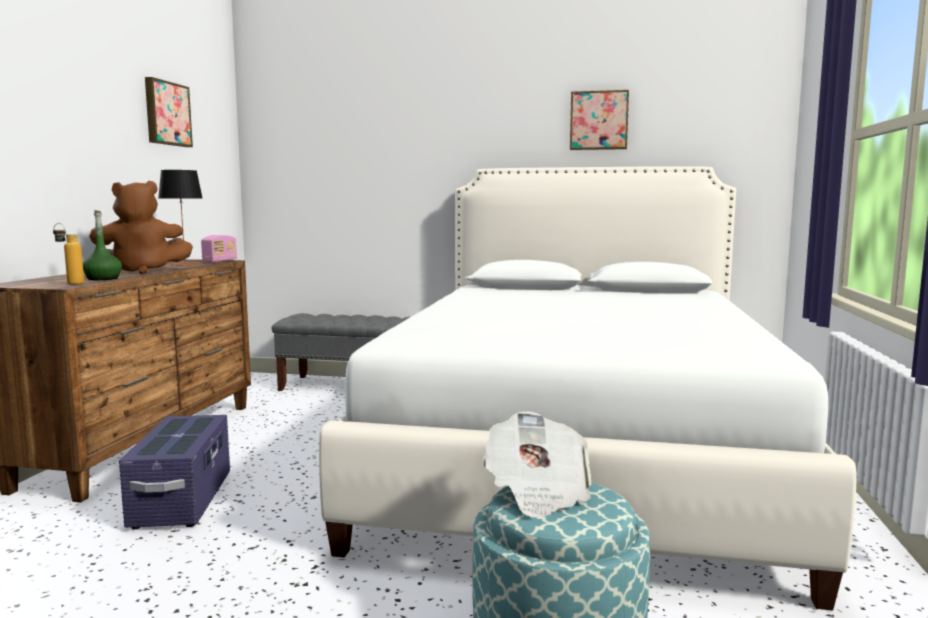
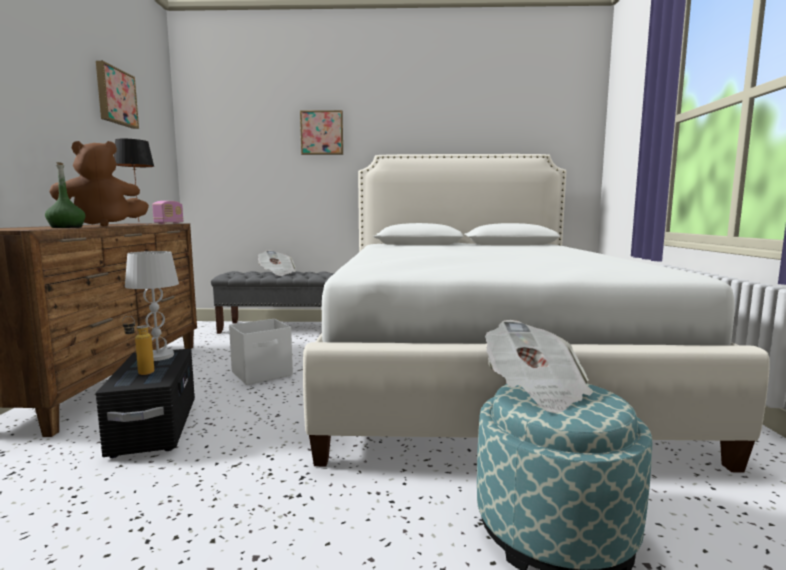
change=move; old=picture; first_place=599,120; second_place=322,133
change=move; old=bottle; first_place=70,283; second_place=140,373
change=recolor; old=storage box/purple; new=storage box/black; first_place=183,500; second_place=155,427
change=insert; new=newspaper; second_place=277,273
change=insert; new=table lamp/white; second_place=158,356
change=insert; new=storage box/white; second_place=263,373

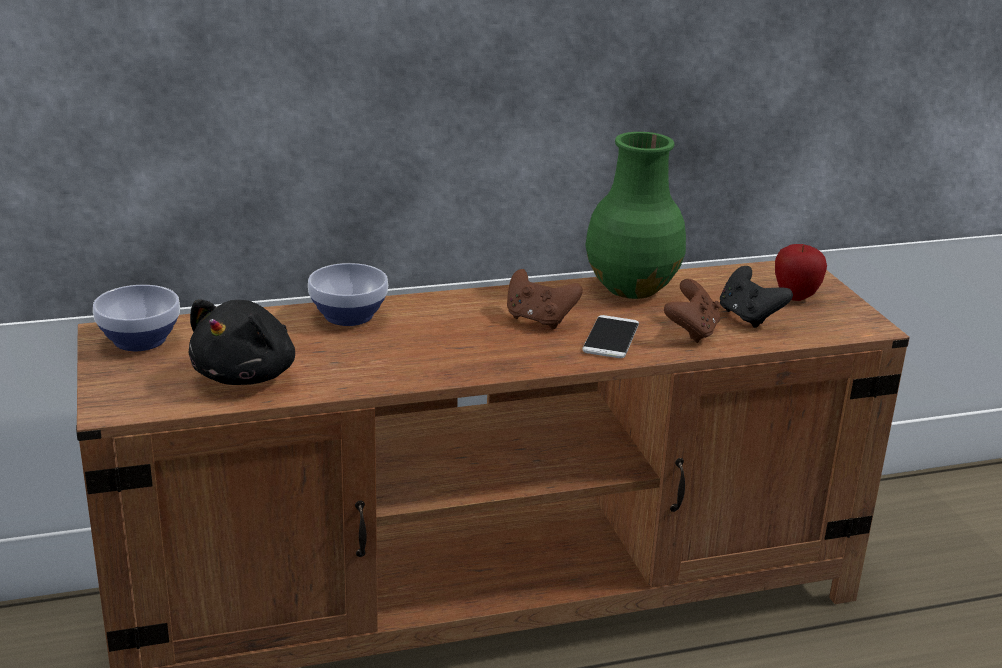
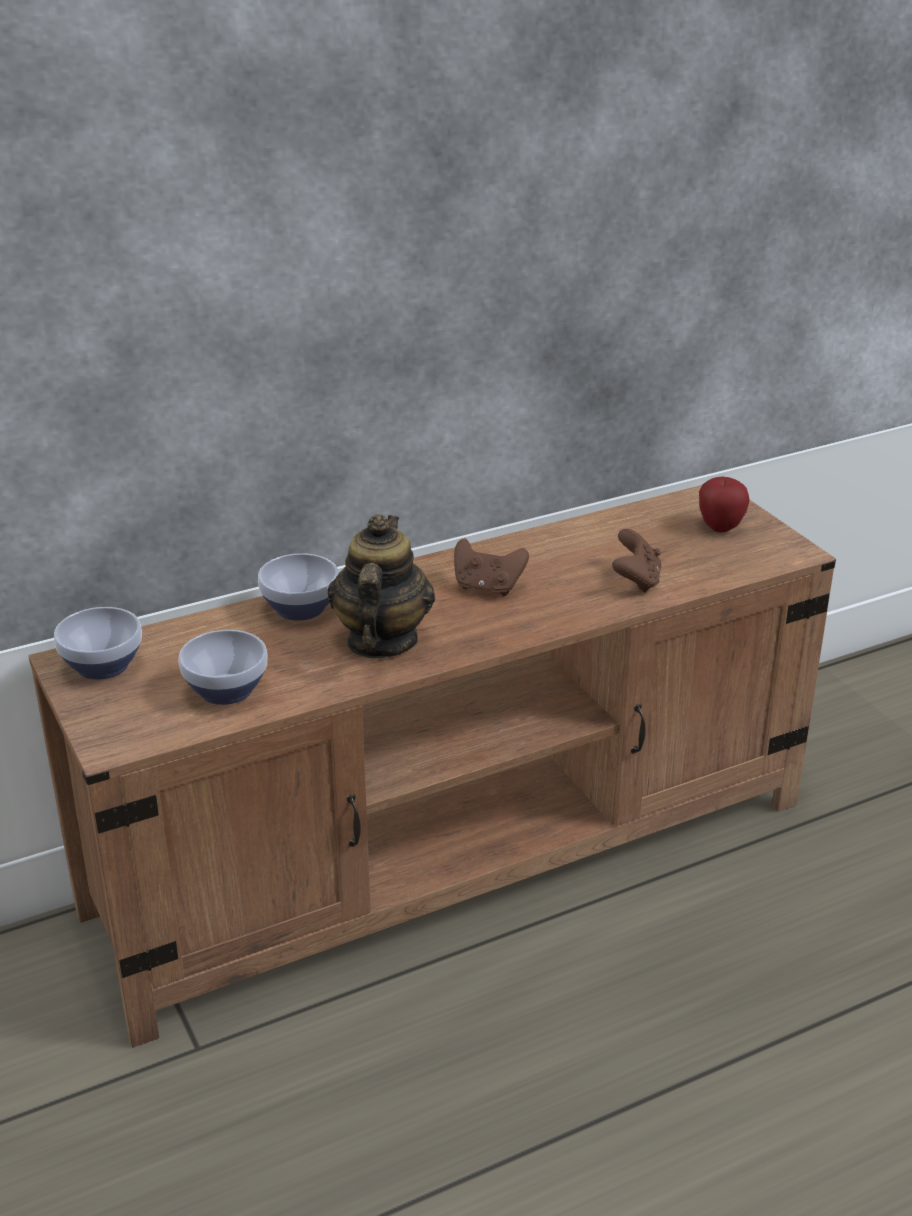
change=delete; old=vase/green; first_place=631,288
change=delete; old=game controller/black; first_place=749,317
change=replace; old=plush toy/black; new=bowl; first_place=247,375; second_place=228,689
change=delete; old=phone; first_place=611,338
change=insert; new=teapot; second_place=381,641

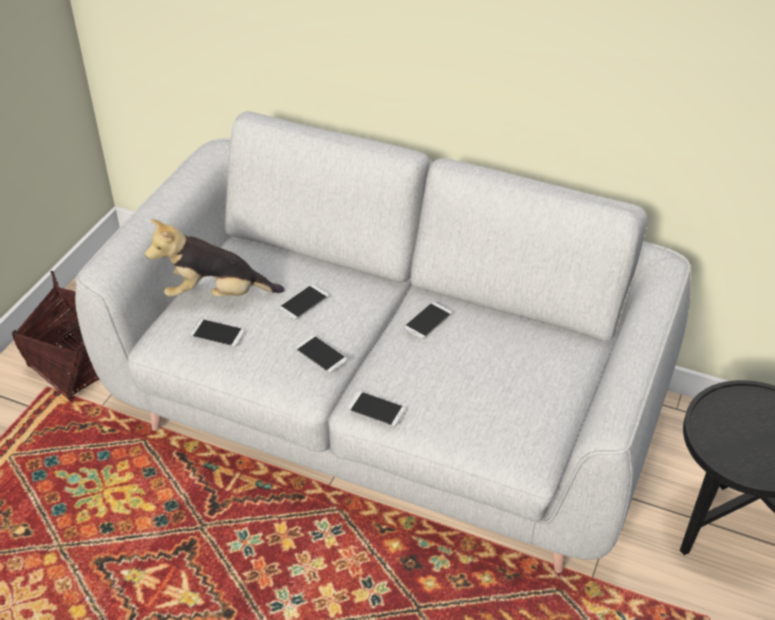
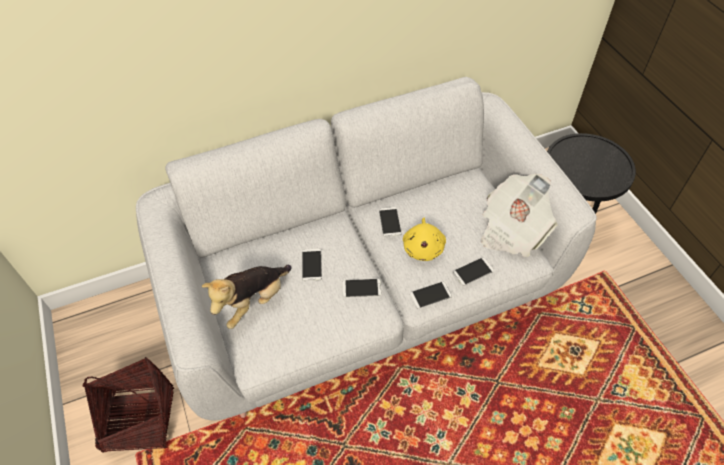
change=move; old=phone; first_place=217,333; second_place=473,272
change=insert; new=newspaper; second_place=514,228
change=insert; new=plush toy/yellow; second_place=423,247

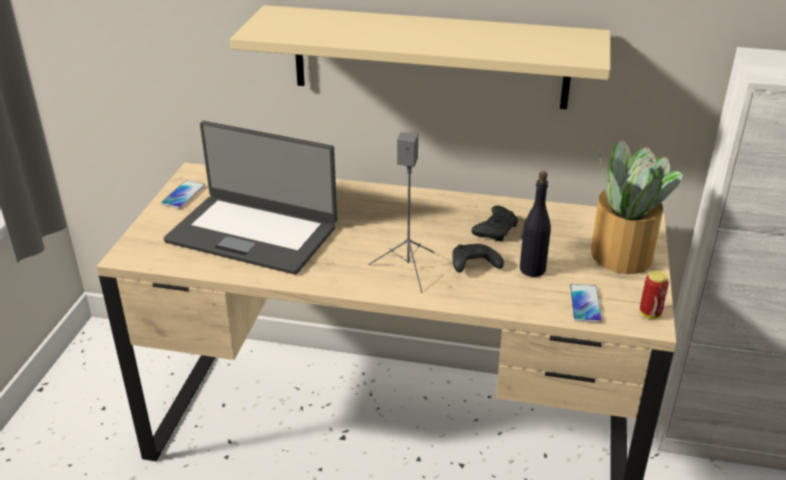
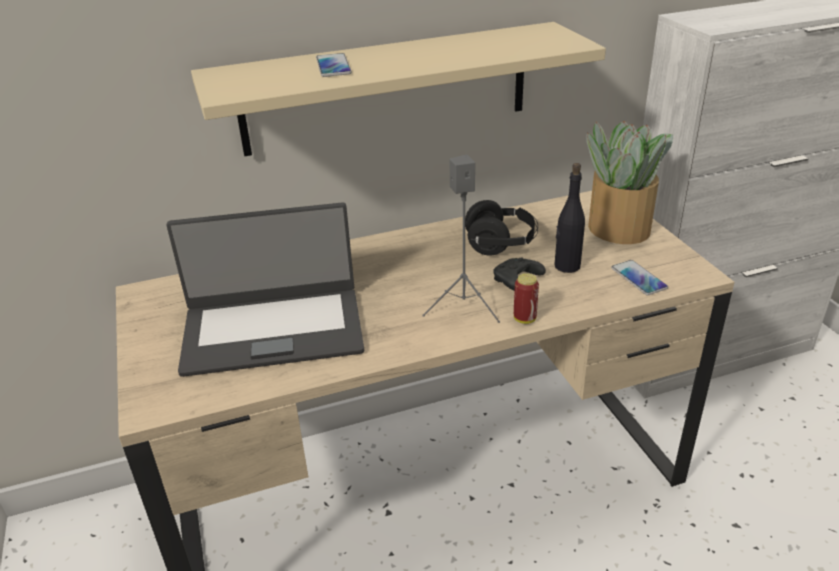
change=move; old=phone; first_place=183,195; second_place=333,66
change=replace; old=game controller/black; new=headphones/black; first_place=496,230; second_place=501,244
change=move; old=can; first_place=650,314; second_place=524,319

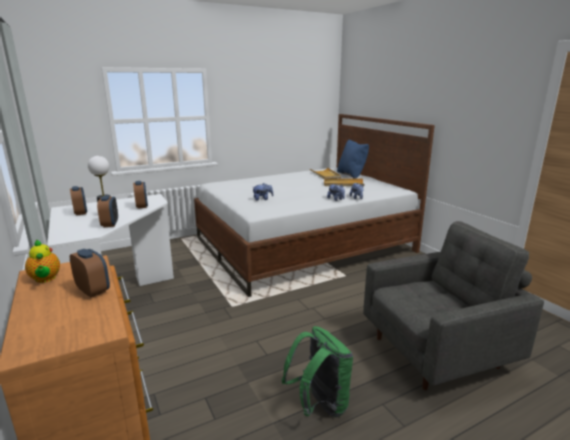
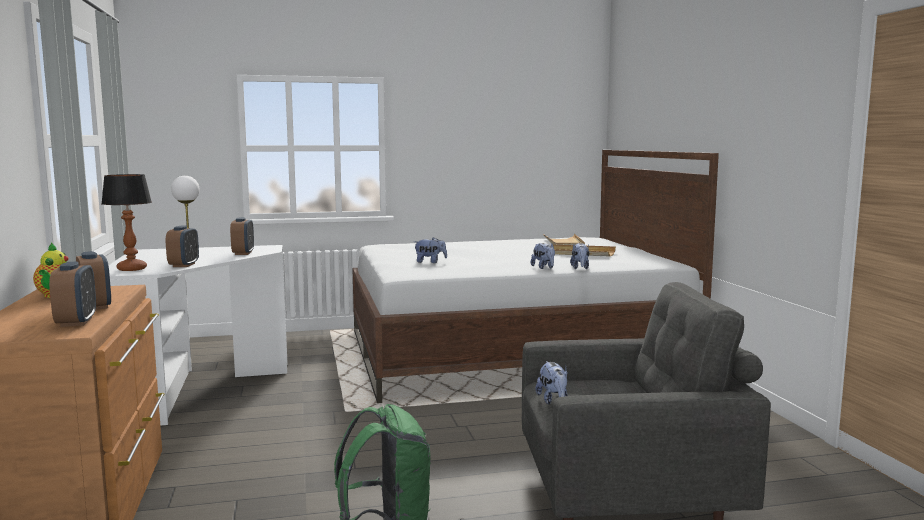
change=delete; old=pillow/blue; first_place=351,175
change=move; old=alarm clock; first_place=80,212; second_place=76,322
change=insert; new=table lamp; second_place=132,269
change=insert; new=plush toy; second_place=553,400

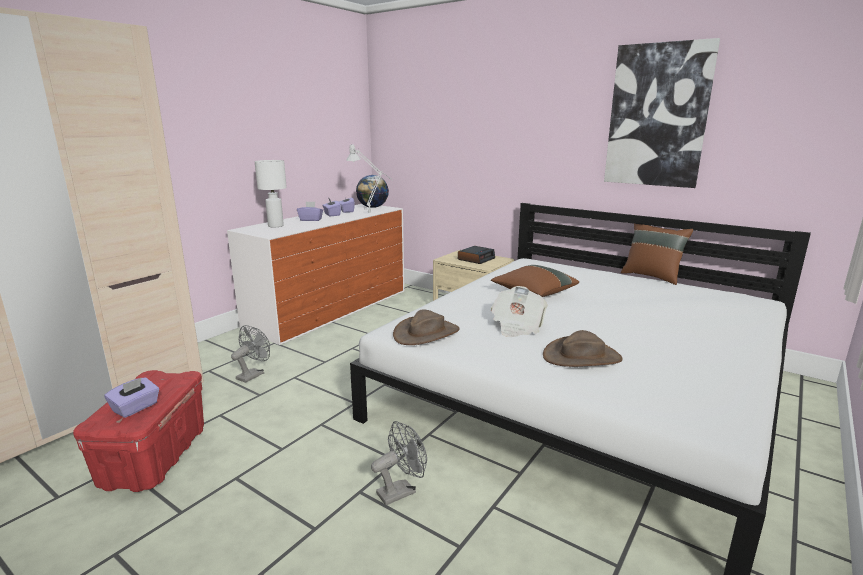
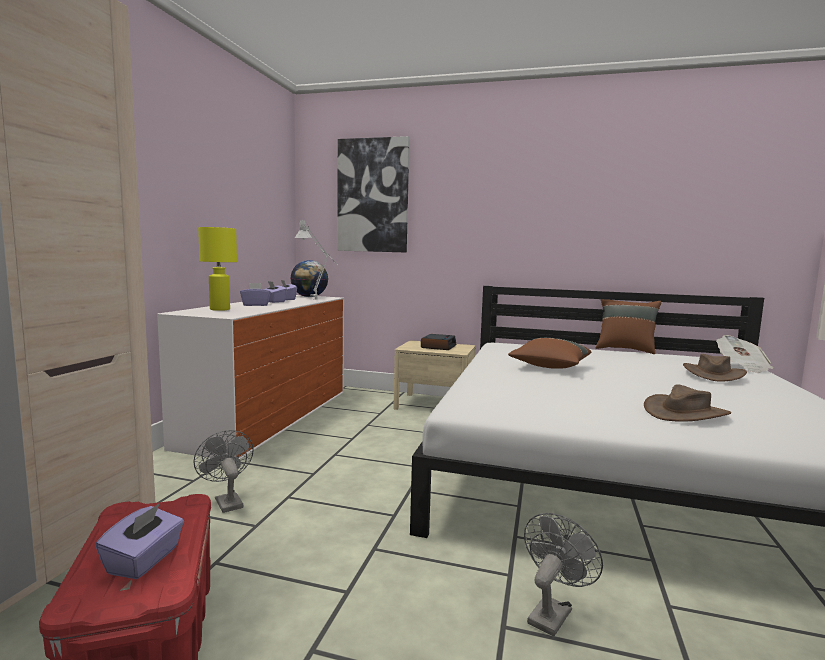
change=move; old=picture; first_place=657,116; second_place=373,196
change=recolor; old=table lamp/white; new=table lamp/yellow; first_place=276,226; second_place=220,309
change=move; old=newspaper; first_place=517,326; second_place=742,367
change=move; old=hat/brown; first_place=426,333; second_place=713,374
change=rotate; old=fan/grey; first_place=253,374; second_place=226,501; degrees=-45

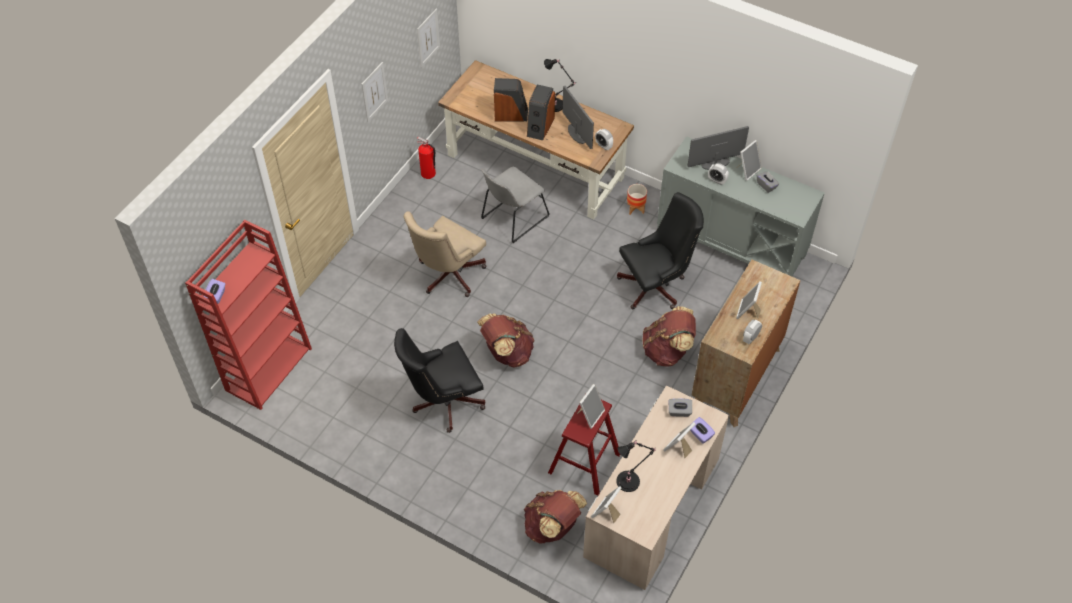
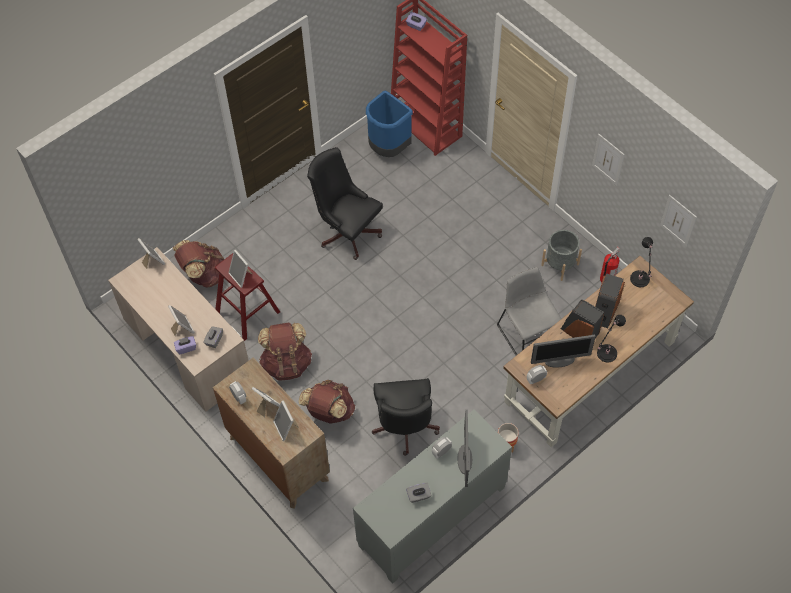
change=move; old=picture frame; first_place=747,170; second_place=286,428
change=delete; old=office chair/beige; first_place=447,276
change=move; old=backpack/brown; first_place=507,353; second_place=286,363
change=rotate; old=office chair/black; first_place=443,402; second_place=347,231; degrees=-45
change=move; old=table lamp/black; first_place=630,481; second_place=640,280
change=insert; new=trash can/blue; second_place=388,148
change=insert; new=planter/grey; second_place=560,264

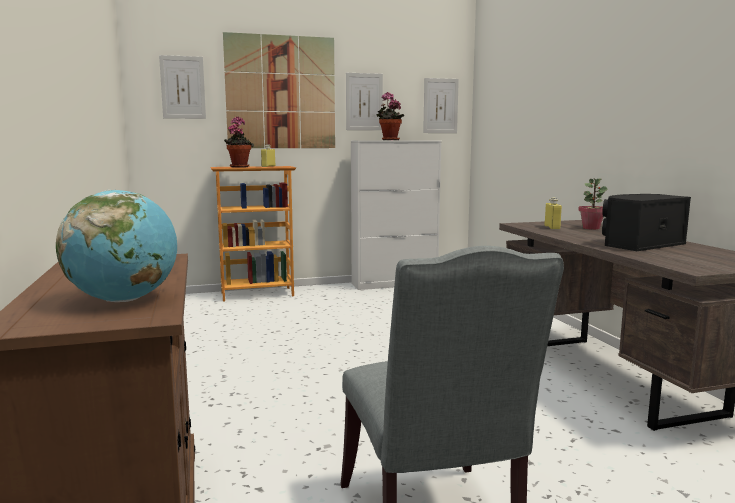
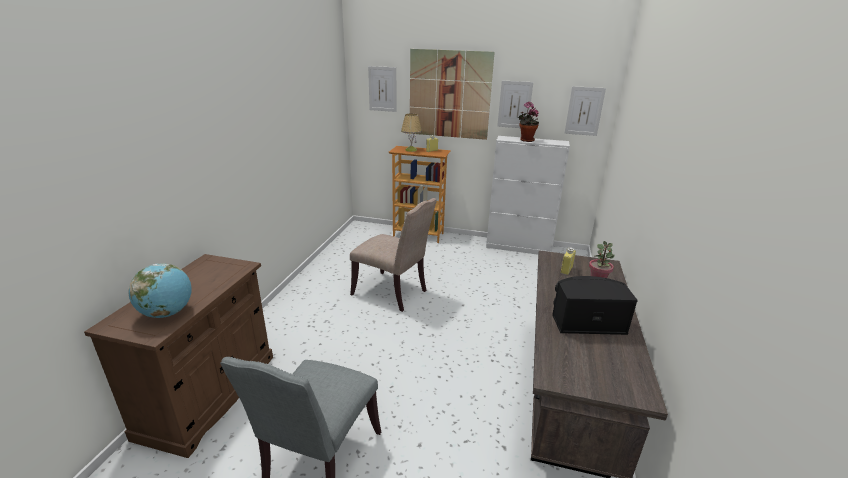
change=replace; old=potted plant; new=table lamp; first_place=239,167; second_place=411,150
change=insert; new=chair/beige; second_place=393,293

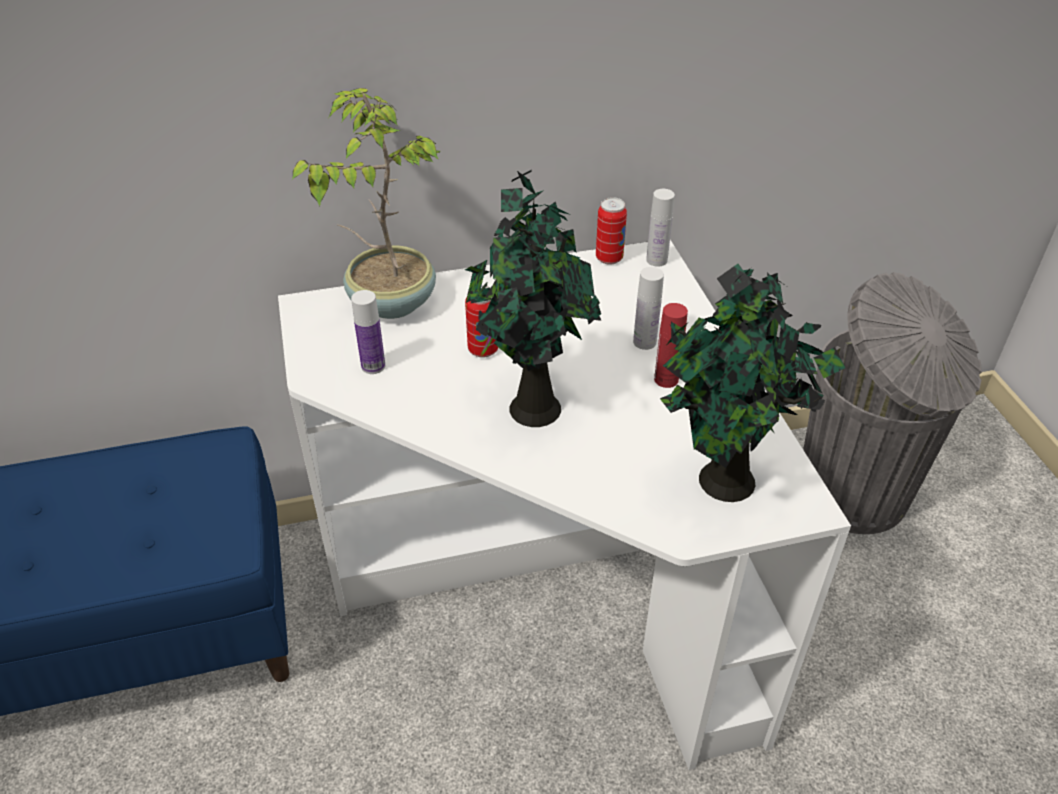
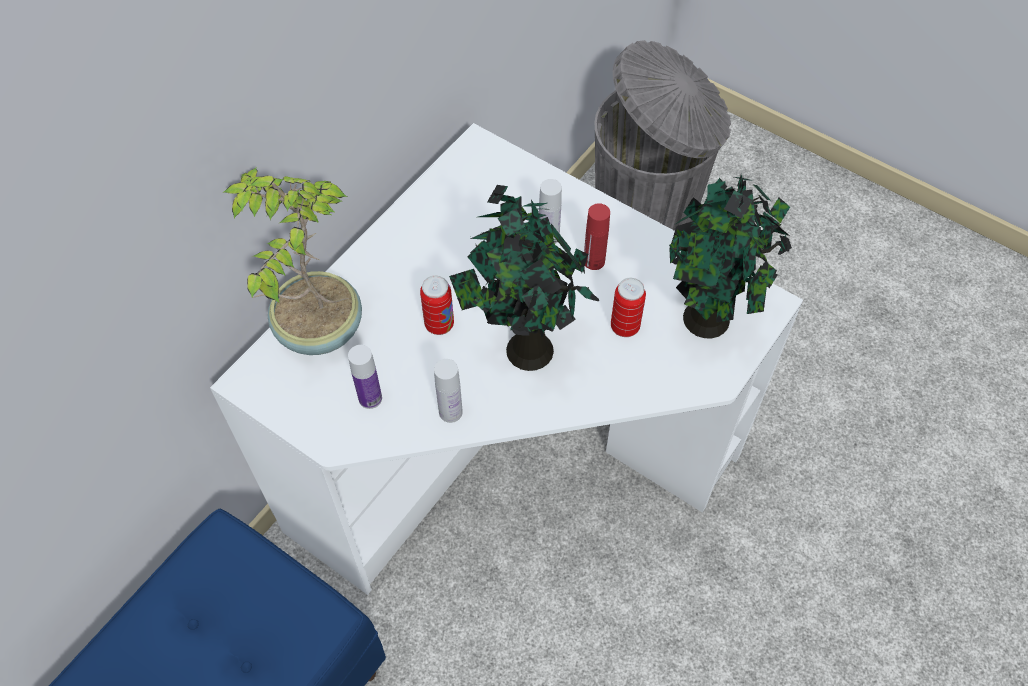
change=move; old=bottle/white; first_place=656,260; second_place=450,412
change=move; old=can; first_place=609,258; second_place=625,327

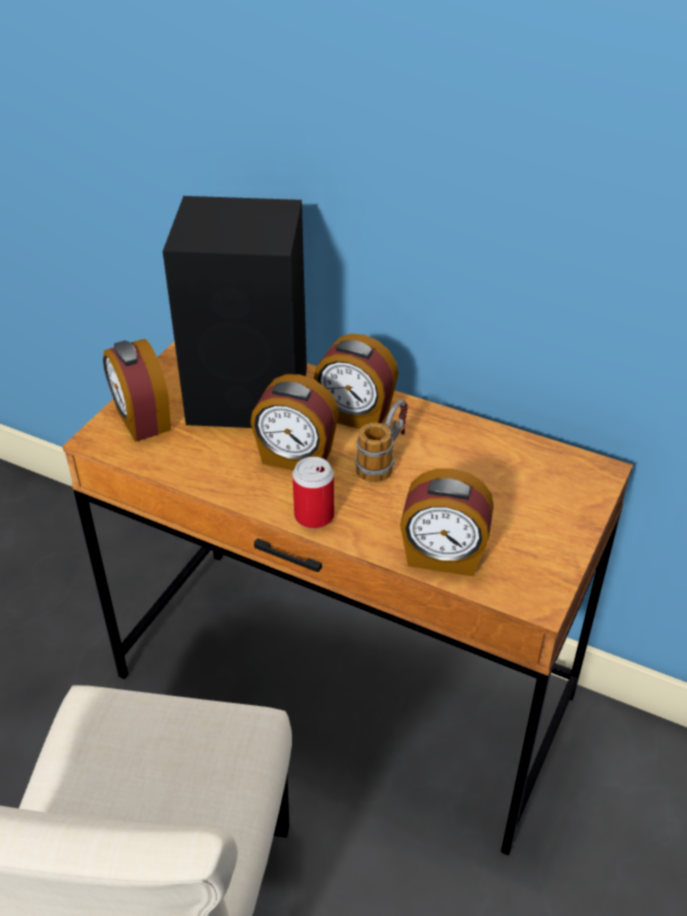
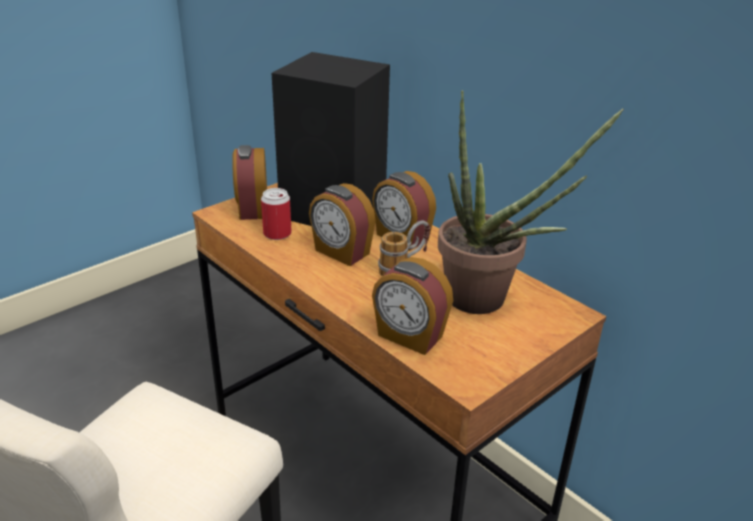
change=move; old=can; first_place=314,516; second_place=277,234
change=insert; new=potted plant; second_place=488,301

